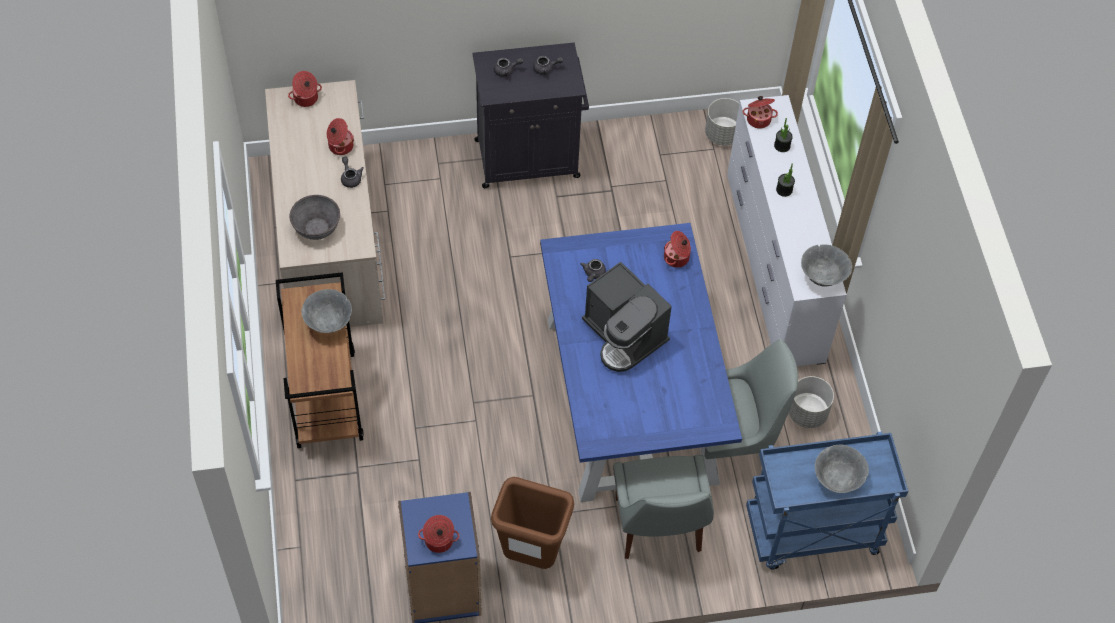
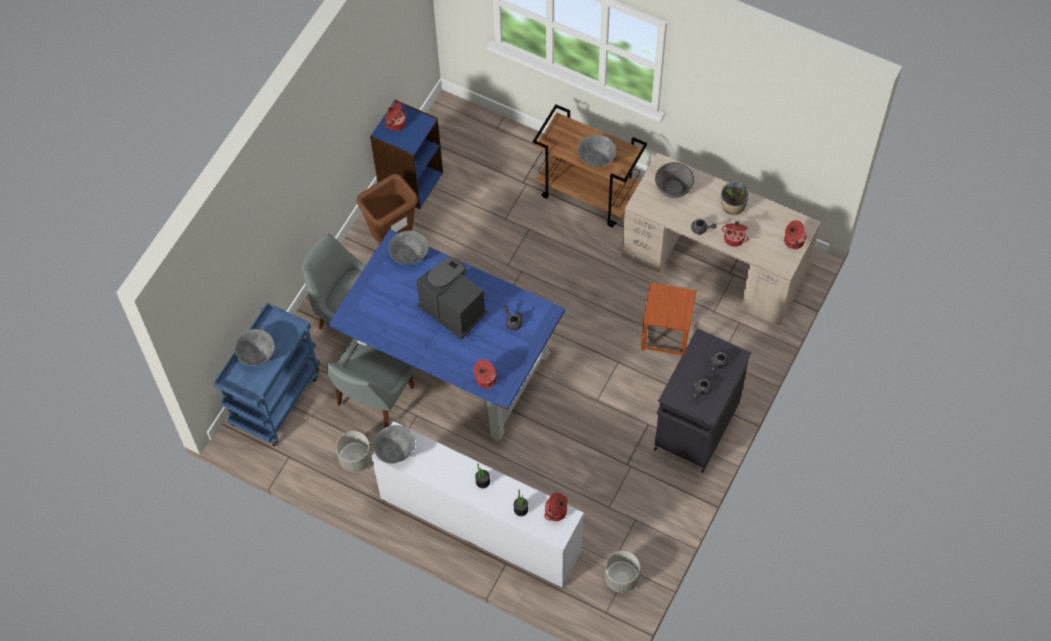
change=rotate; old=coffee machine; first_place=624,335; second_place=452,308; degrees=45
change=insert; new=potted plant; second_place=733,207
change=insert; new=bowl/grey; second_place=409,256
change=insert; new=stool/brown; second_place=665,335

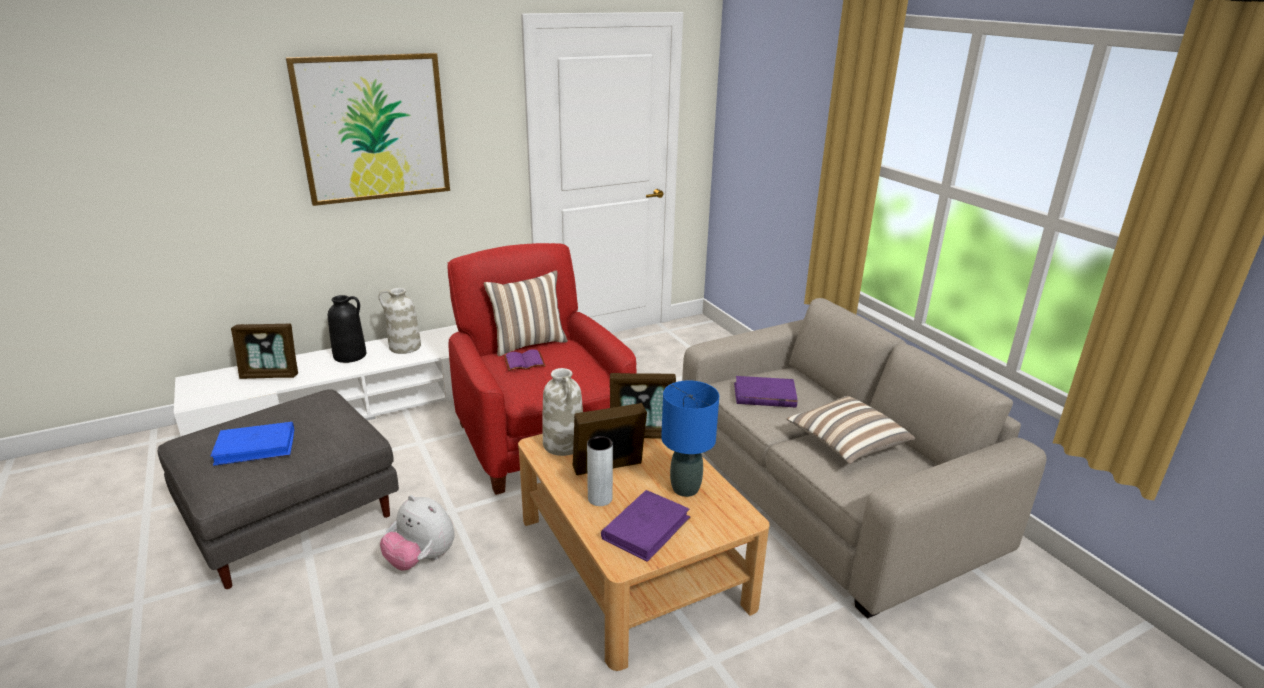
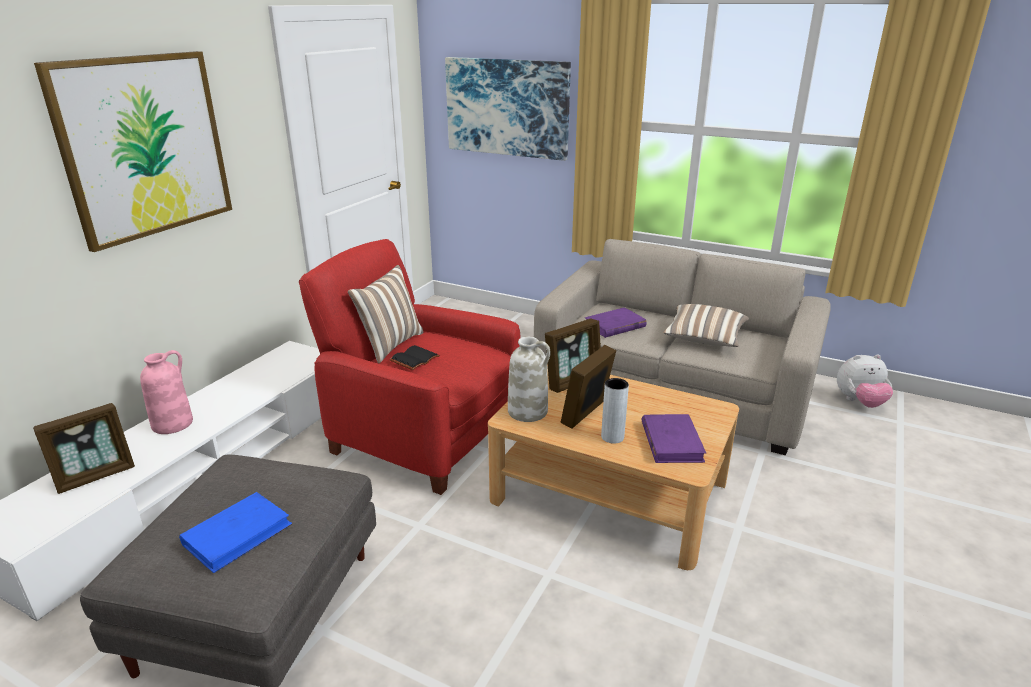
change=delete; old=vase/white; first_place=404,347
change=recolor; old=vase/black; new=vase/pink; first_place=350,355; second_place=173,423
change=recolor; old=book/purple; new=book/black; first_place=525,361; second_place=414,358
change=delete; old=table lamp/blue; first_place=685,488
change=move; old=plush toy; first_place=421,559; second_place=859,402
change=insert; new=picture; second_place=507,107

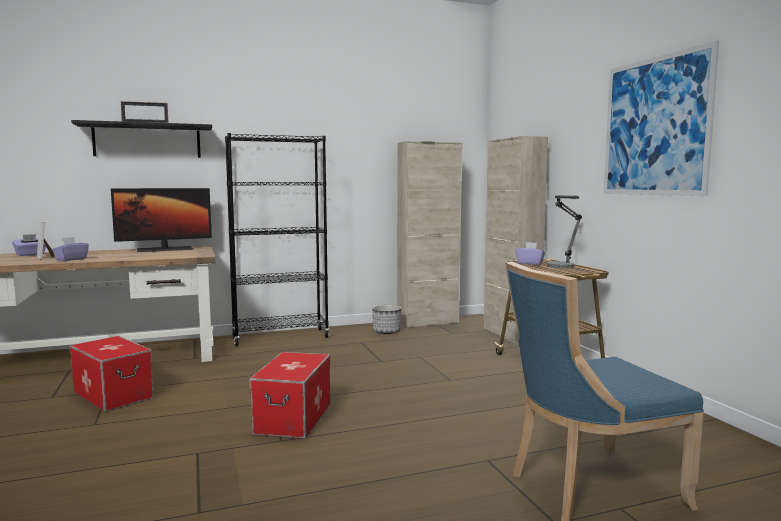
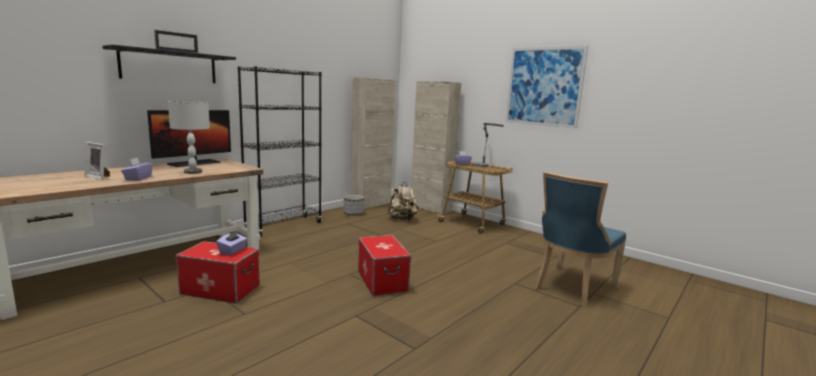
change=move; old=tissue box/purple; first_place=30,254; second_place=233,251
change=insert; new=table lamp/grey; second_place=193,172
change=insert; new=backpack/beige; second_place=402,219

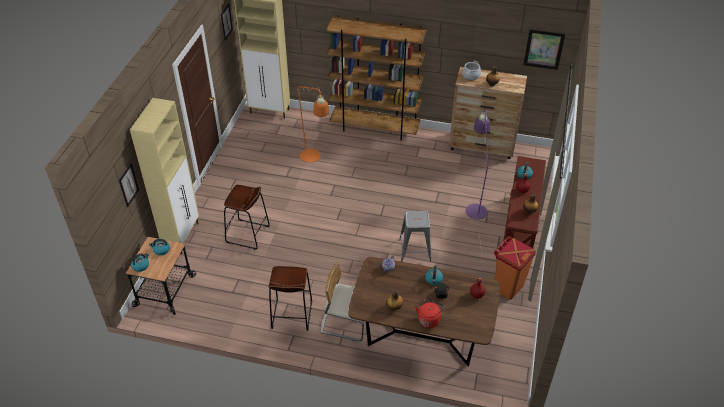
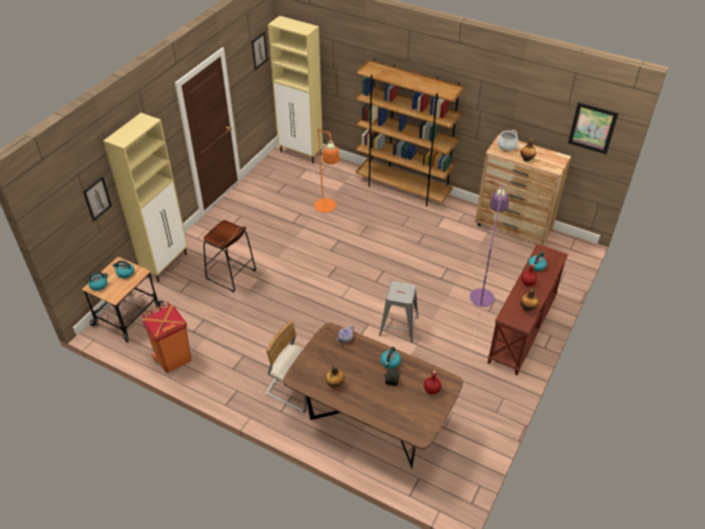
change=move; old=trash can/orange; first_place=507,287; second_place=173,359
change=delete; old=stool/brown; first_place=291,315
change=delete; old=kettle/red; first_place=429,319

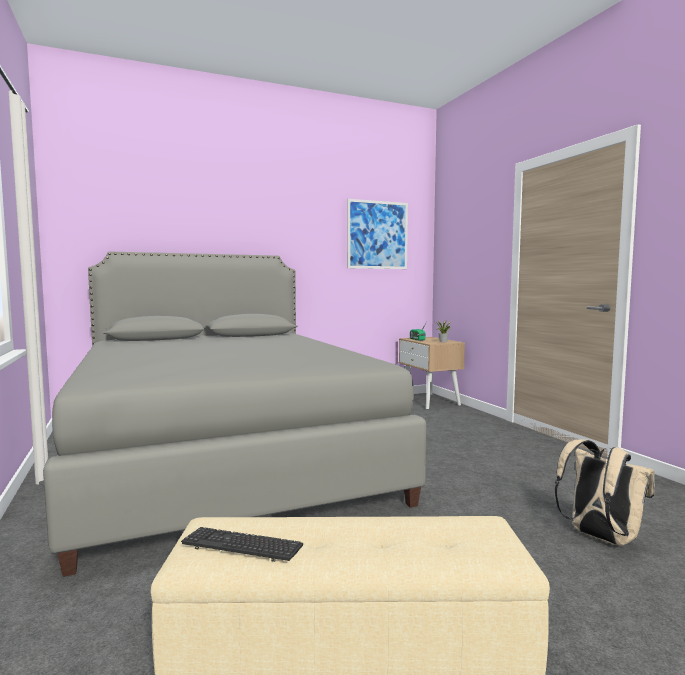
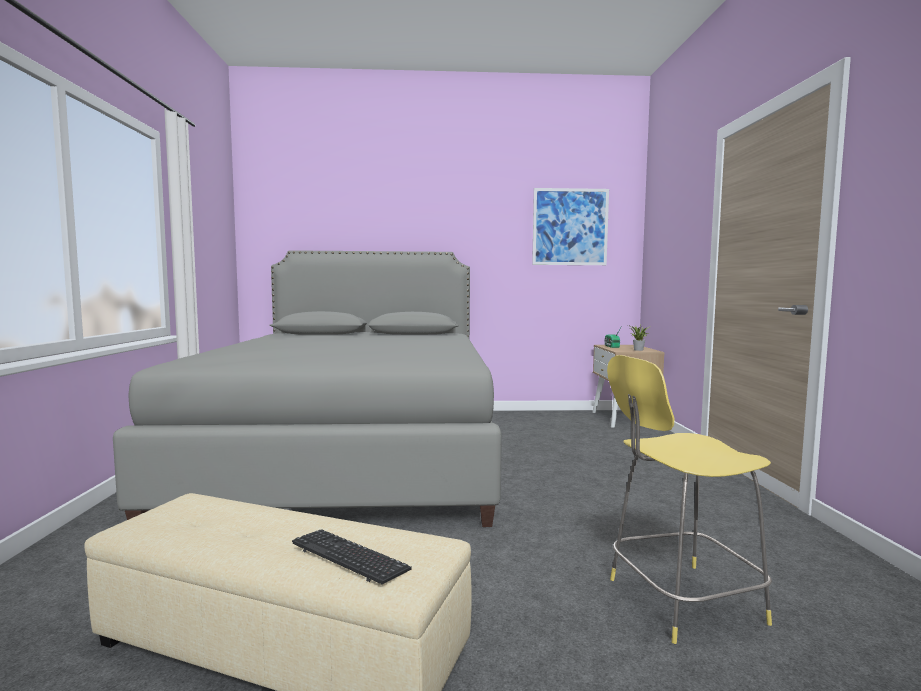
change=replace; old=backpack/beige; new=stool/yellow; first_place=599,537; second_place=679,601
change=move; old=keyboard; first_place=242,546; second_place=349,558

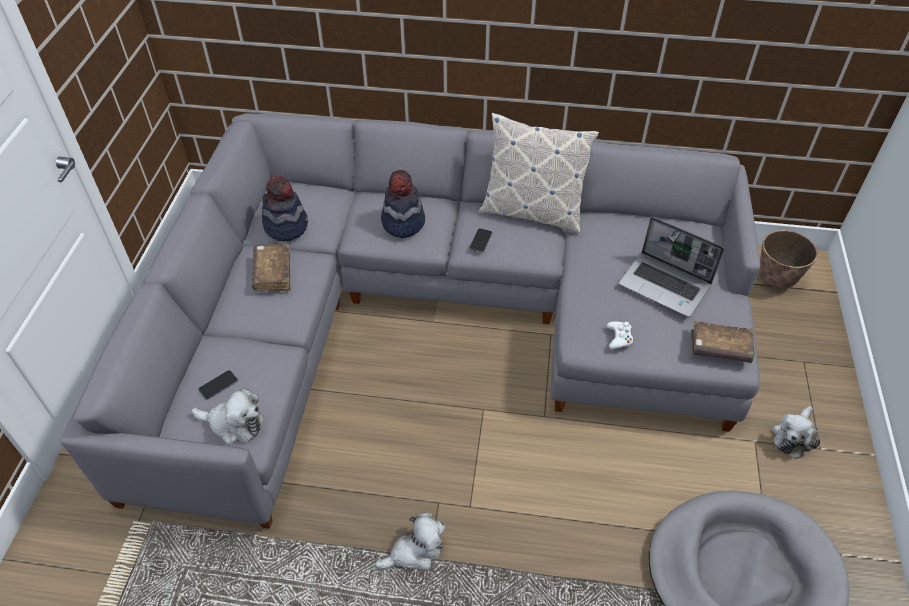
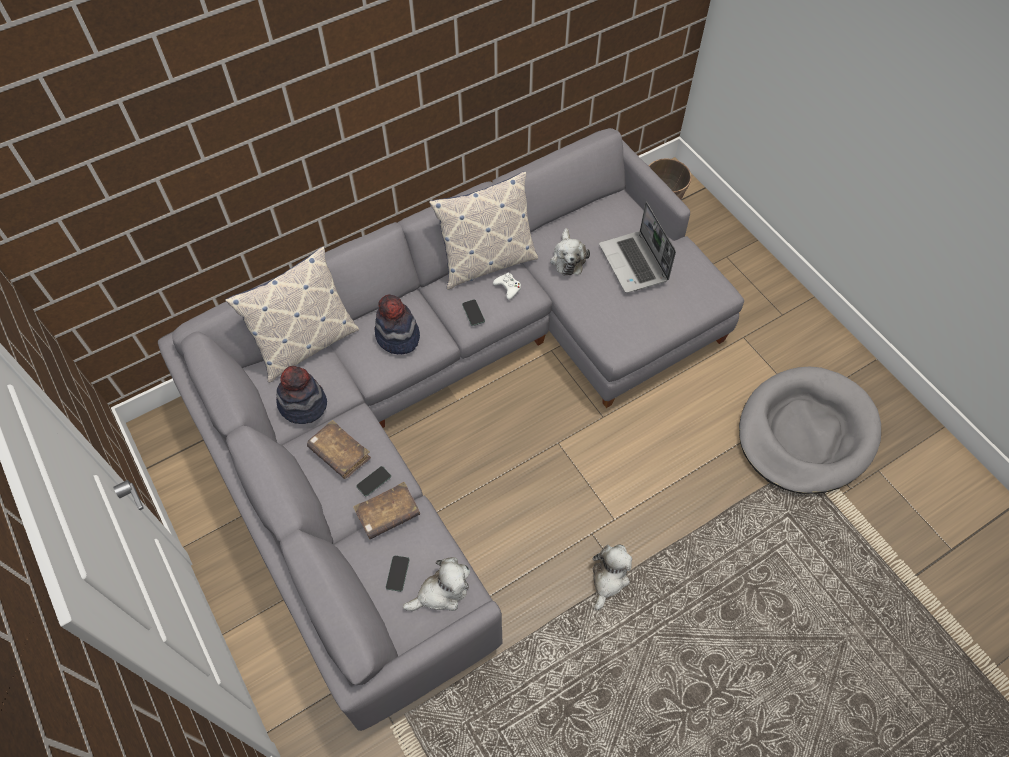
change=rotate; old=laptop; first_place=666,285; second_place=634,263; degrees=75
change=move; old=game controller/white; first_place=619,338; second_place=508,288
change=move; old=book/brown; first_place=720,348; second_place=388,514
change=move; old=plush toy; first_place=793,436; second_place=568,258
change=insert; new=pillow; second_place=306,344
change=insert; new=phone; second_place=374,481

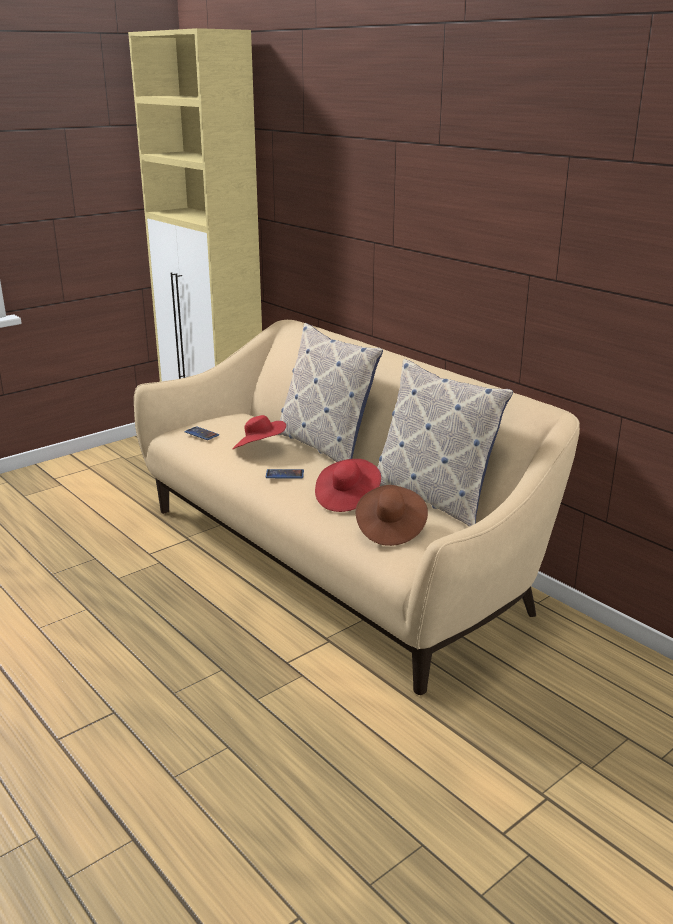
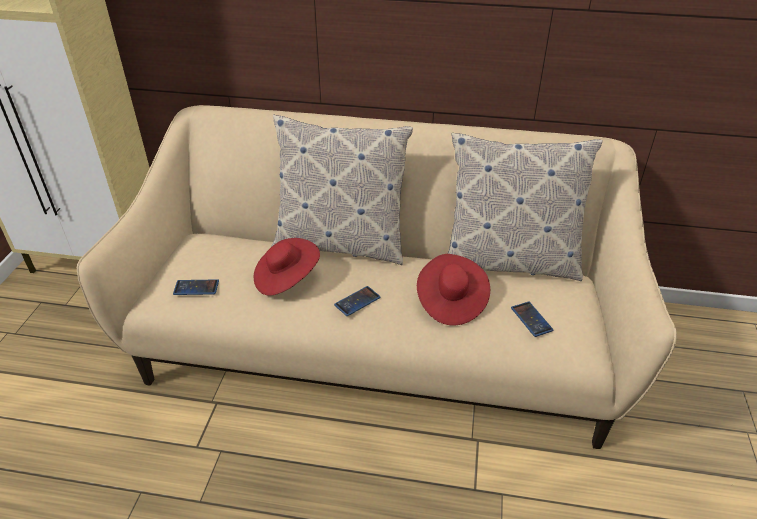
change=replace; old=hat/brown; new=phone; first_place=390,529; second_place=531,319

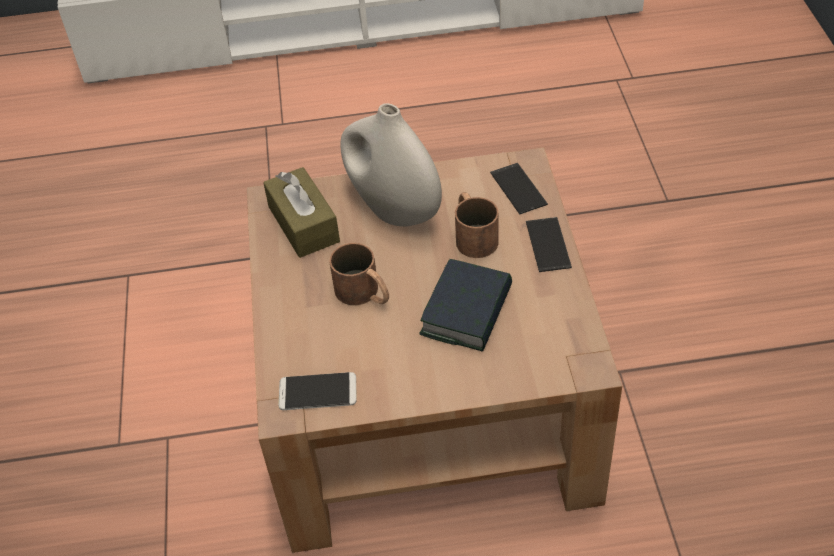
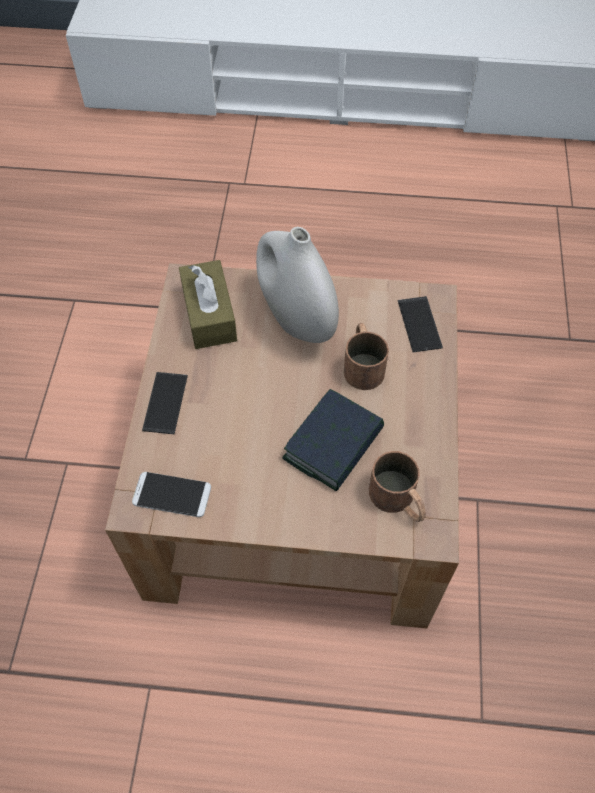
change=move; old=phone; first_place=548,245; second_place=165,403
change=move; old=mug/brown; first_place=364,294; second_place=398,501

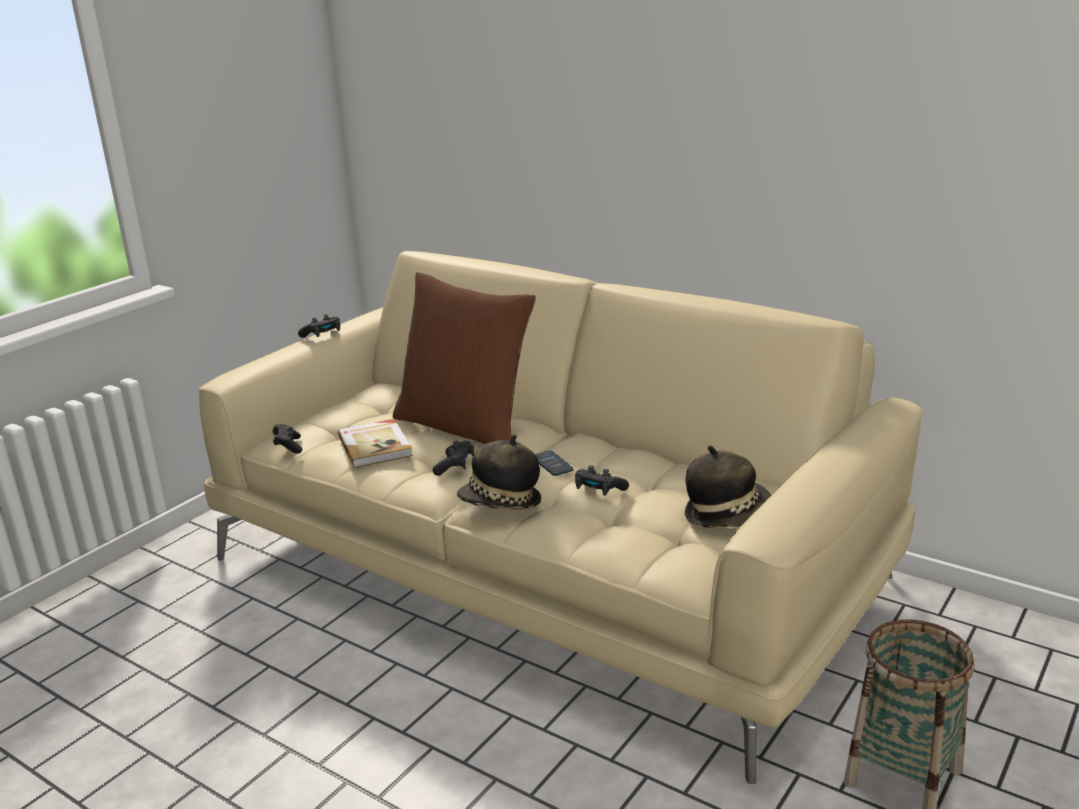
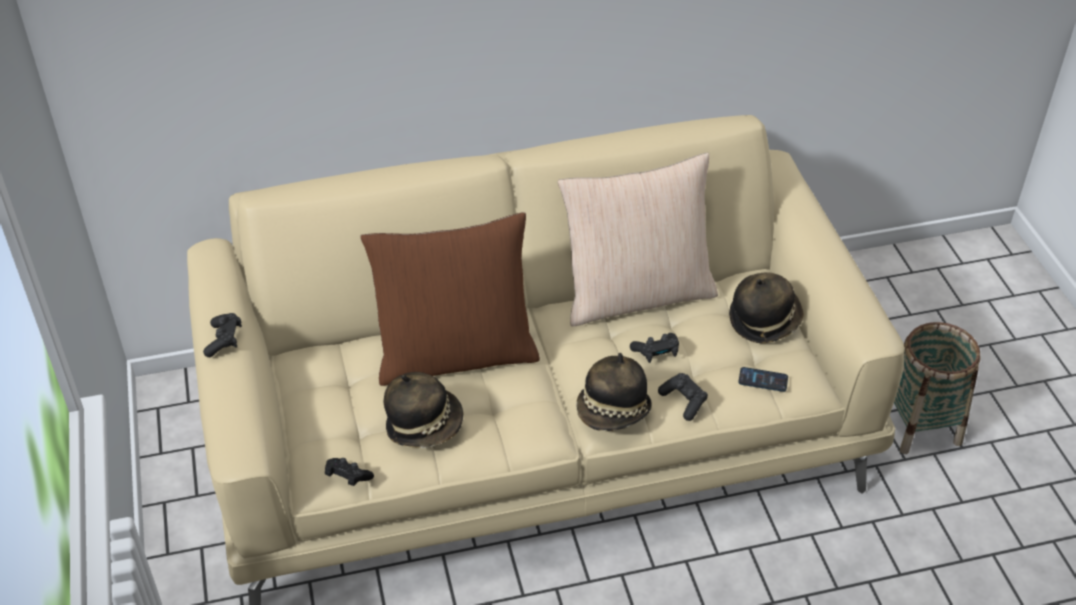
change=replace; old=book; new=hat; first_place=376,446; second_place=424,424
change=move; old=game controller/black; first_place=455,466; second_place=683,401
change=move; old=phone; first_place=552,464; second_place=763,380
change=insert; new=pillow/beige; second_place=636,294

